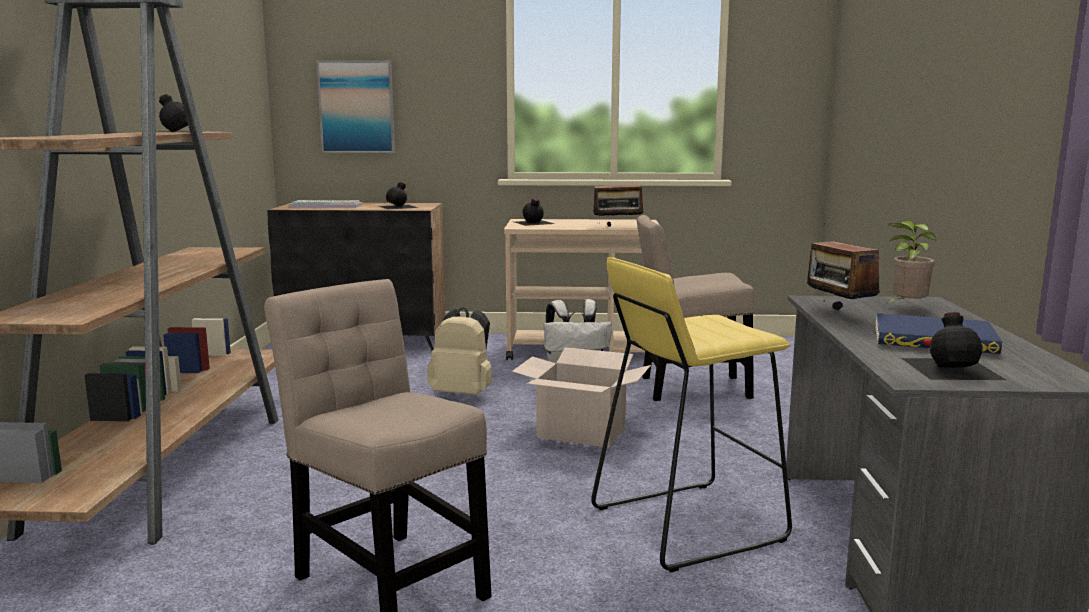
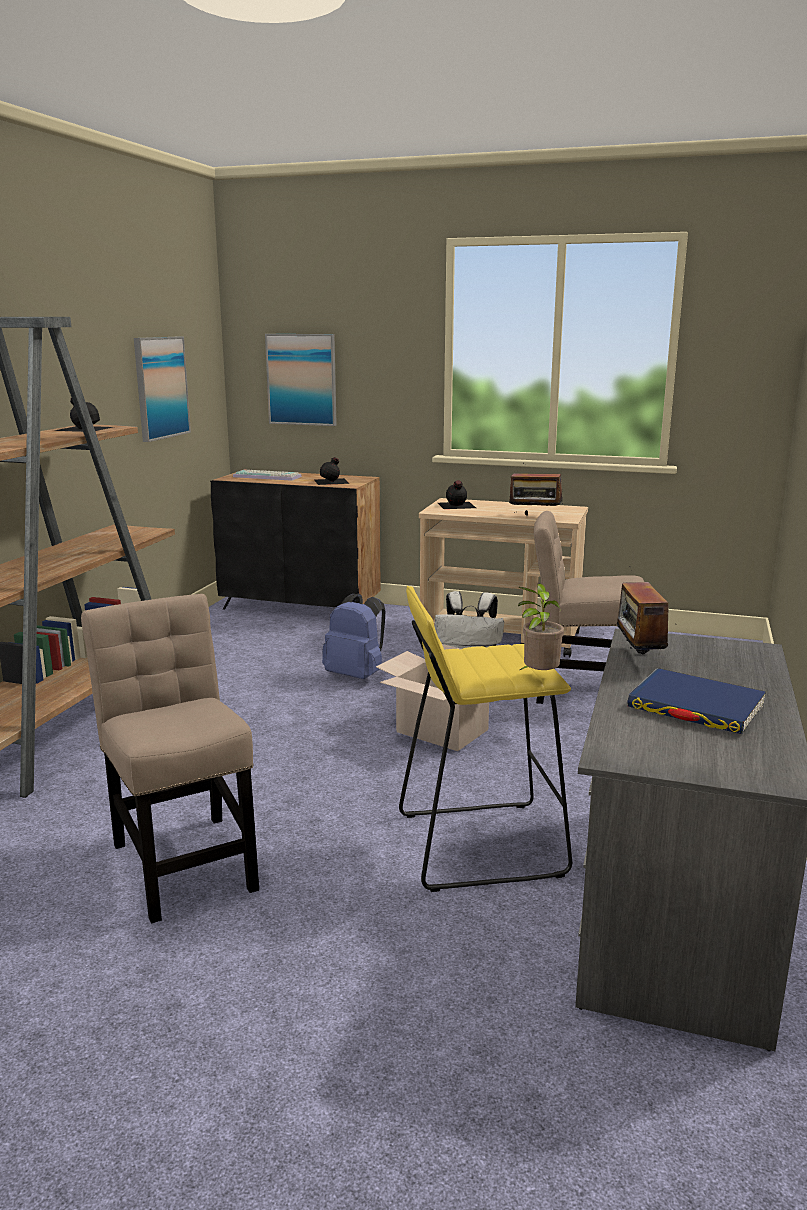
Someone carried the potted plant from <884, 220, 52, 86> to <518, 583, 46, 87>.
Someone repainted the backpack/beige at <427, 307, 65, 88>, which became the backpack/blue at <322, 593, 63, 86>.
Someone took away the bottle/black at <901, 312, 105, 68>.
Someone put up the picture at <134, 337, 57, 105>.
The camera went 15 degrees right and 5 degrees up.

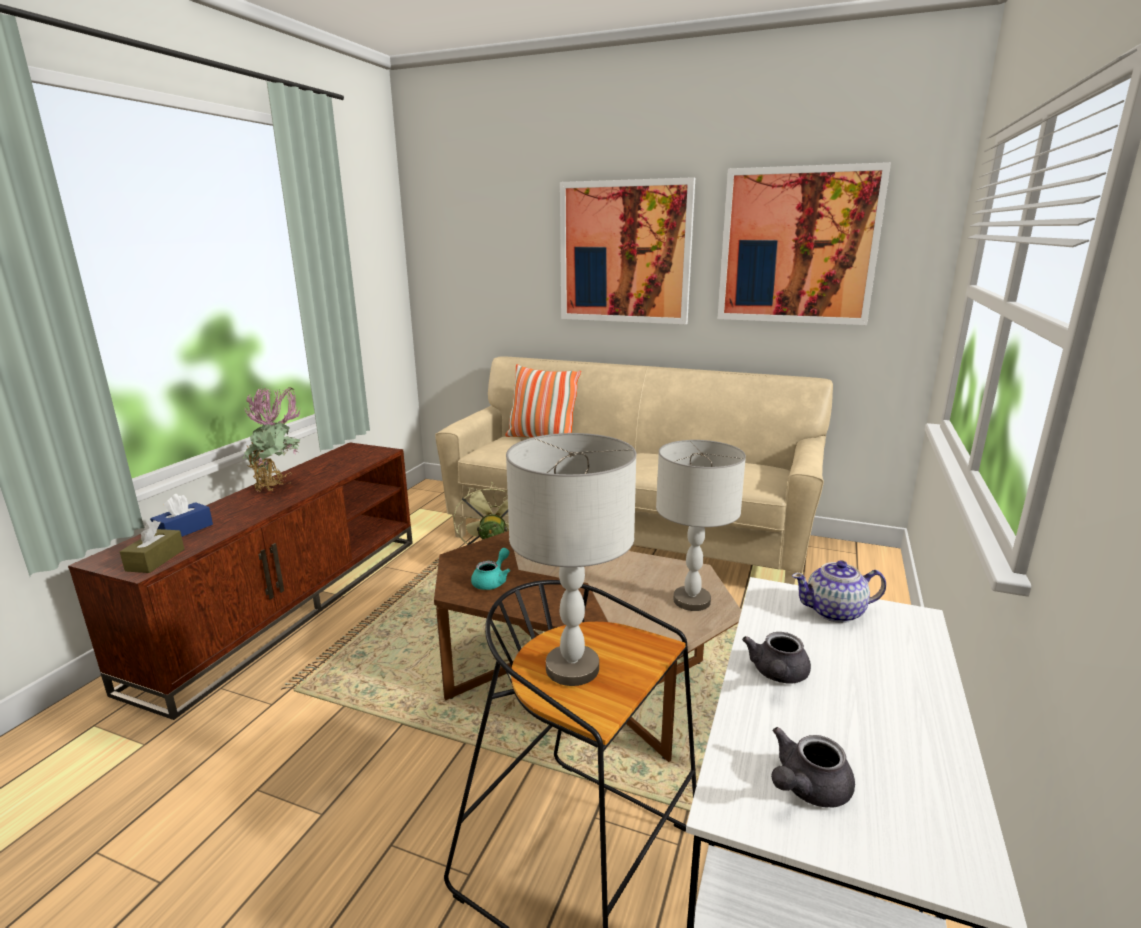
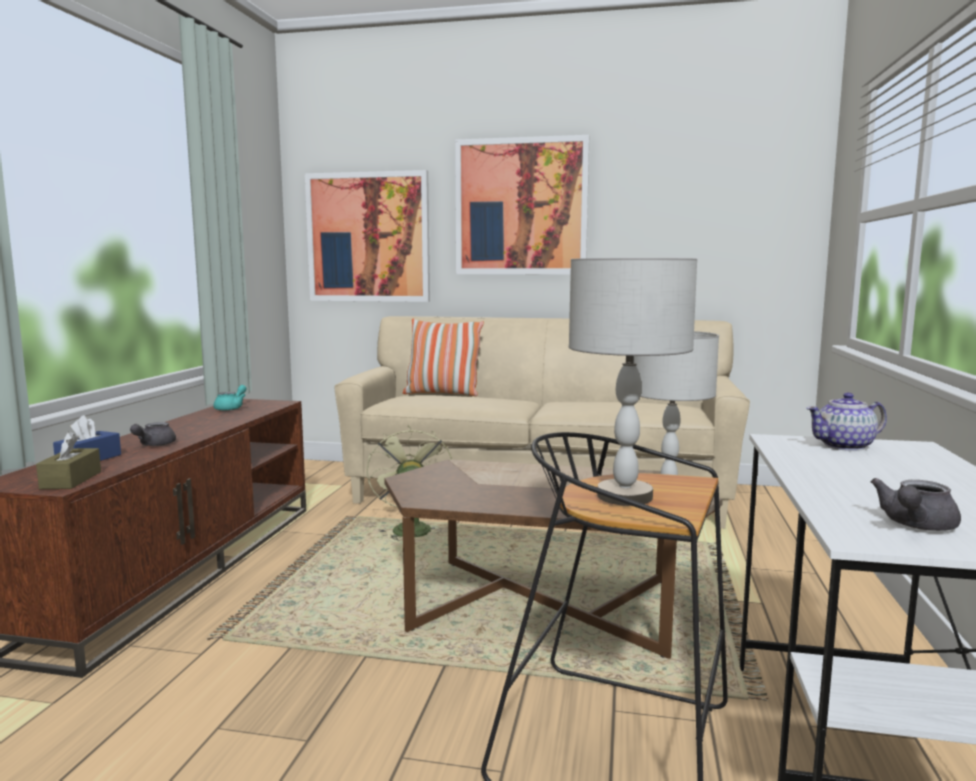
Someone carried the picture from <717, 162, 174, 163> to <305, 170, 125, 132>.
Someone took away the potted plant at <242, 386, 59, 106>.
Someone carried the teapot/turquoise from <471, 548, 39, 42> to <213, 385, 34, 26>.
Someone carried the teapot/grey from <742, 632, 69, 52> to <130, 422, 46, 24>.
The camera went 10 degrees left and 10 degrees down.

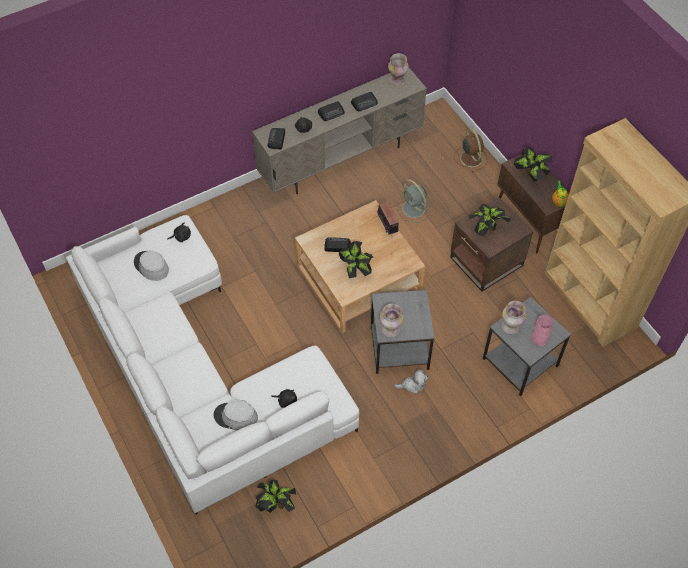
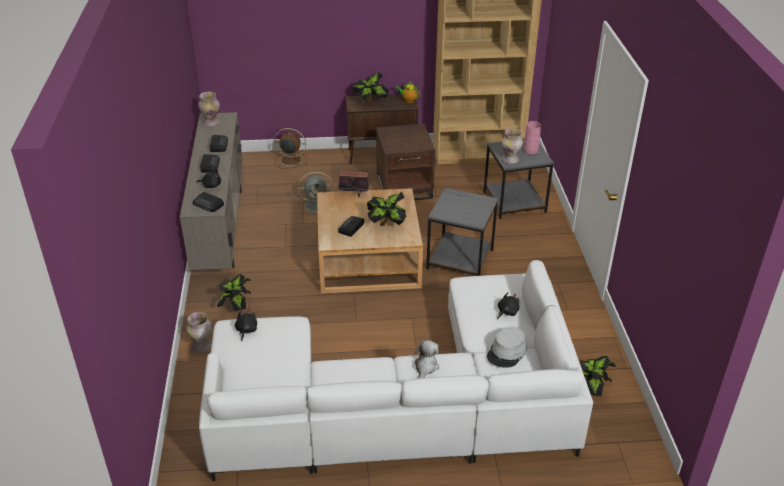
Someone carried the potted plant from <469, 204, 42, 32> to <217, 274, 35, 37>.
Someone took away the hat/grey at <134, 251, 35, 30>.
Someone carried the vase from <380, 304, 24, 33> to <186, 312, 26, 40>.
Someone carried the plush toy from <394, 369, 34, 25> to <414, 340, 25, 39>.
The camera went 65 degrees left and 20 degrees down.

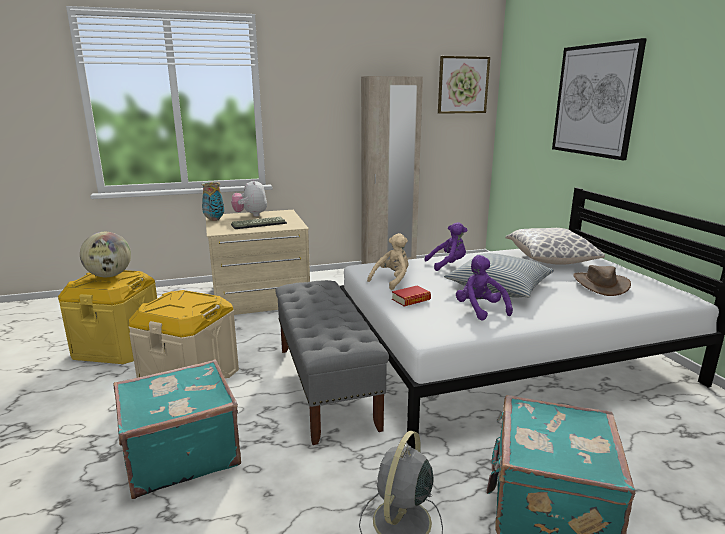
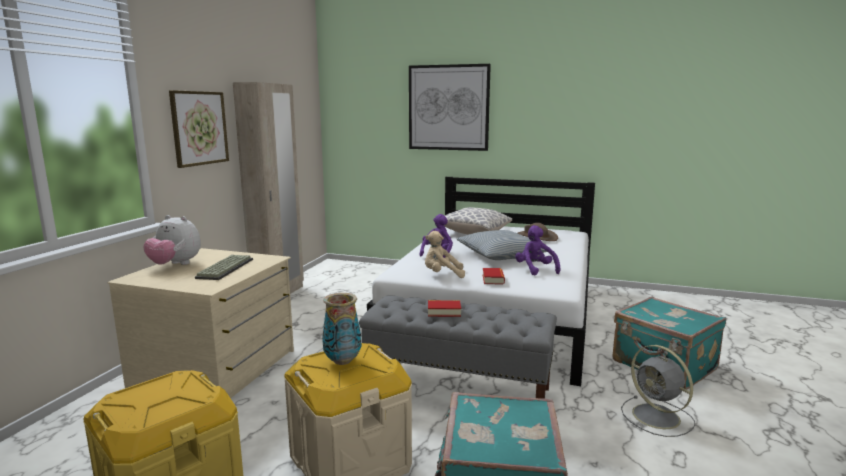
Someone carried the picture from <438, 56, 52, 58> to <169, 90, 60, 78>.
Someone carried the vase from <202, 182, 22, 39> to <322, 293, 39, 72>.
Someone took away the globe at <80, 232, 51, 45>.
Someone rotated the plush toy/beige at <367, 233, 41, 57> by 75 degrees counterclockwise.
Someone rotated the plush toy/purple at <456, 255, 57, 66> by 60 degrees clockwise.
Someone put down the book at <428, 300, 33, 17>.
The camera went 55 degrees left and 5 degrees down.

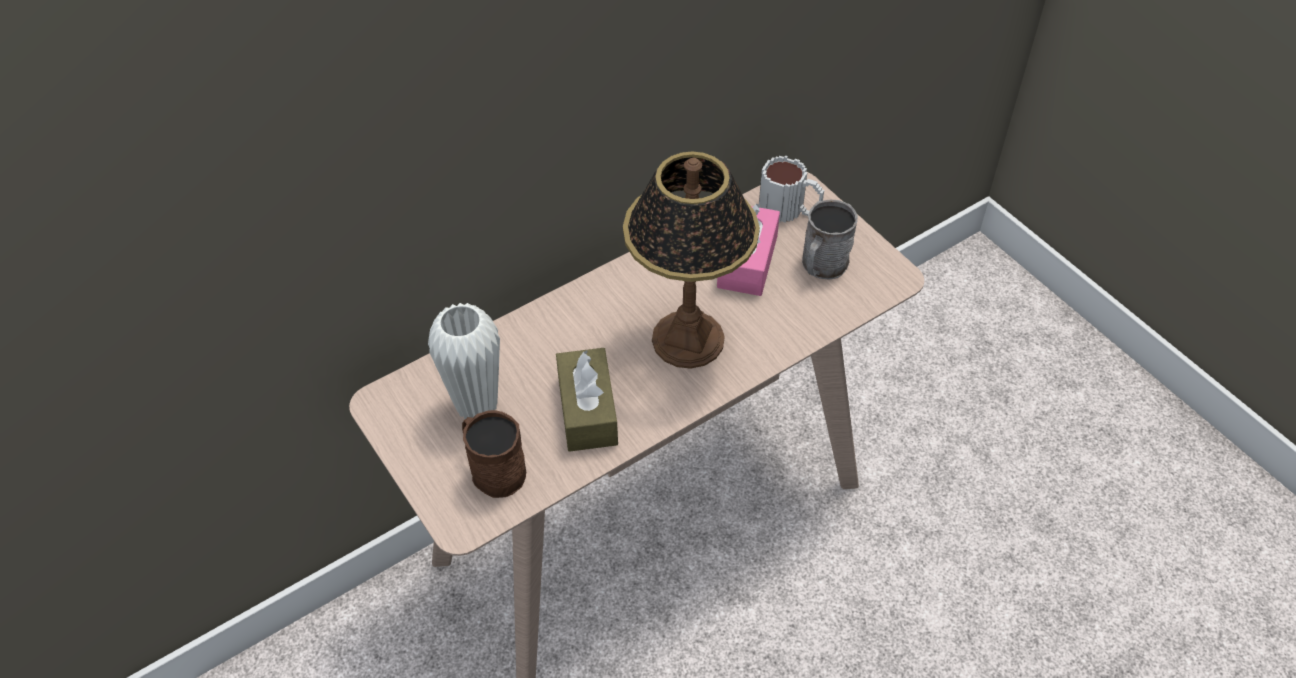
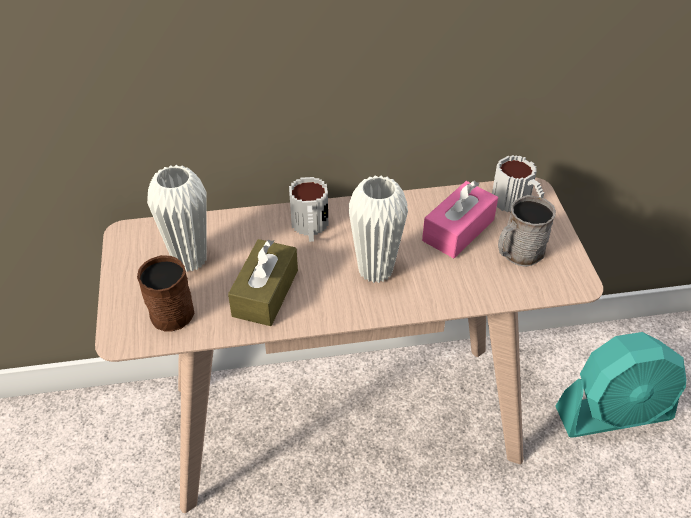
Someone swapped the table lamp at <623, 151, 137, 218> for the vase/white at <349, 175, 59, 108>.
Someone put down the mug at <289, 177, 39, 65>.
Someone put down the fan/turquoise at <556, 332, 130, 106>.
The camera went 25 degrees right and 5 degrees down.

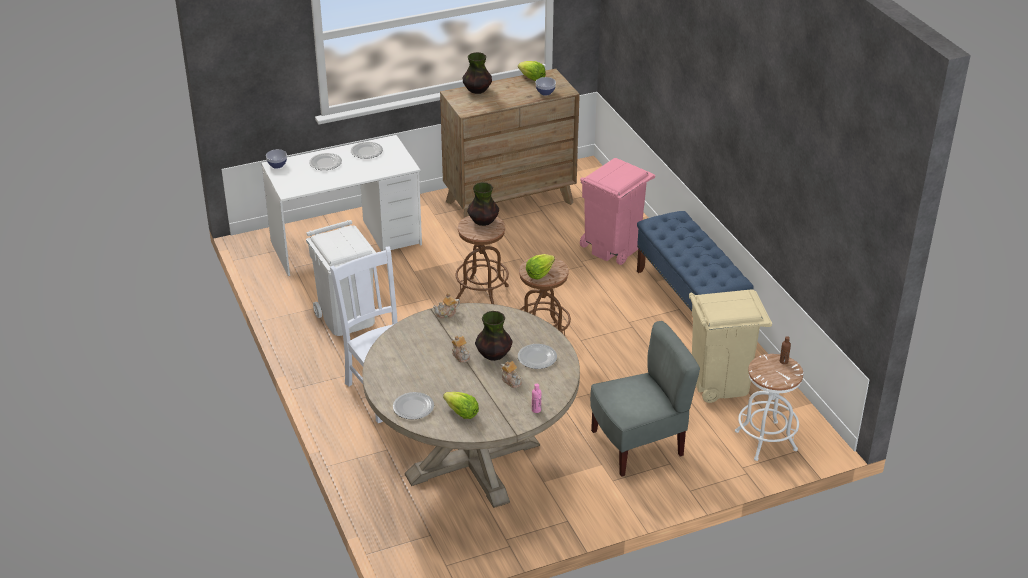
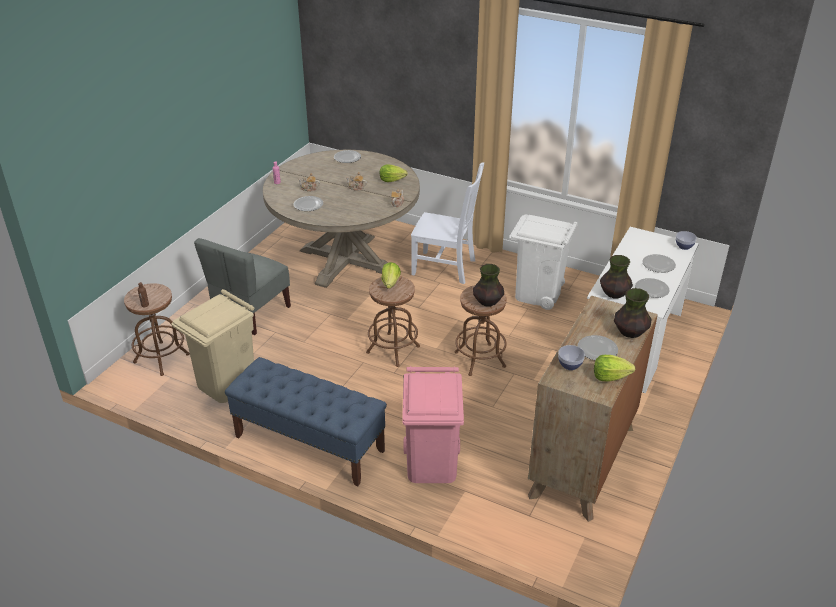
Someone carried the vase from <475, 311, 38, 50> to <600, 255, 33, 43>.
Someone repainted the stool/white at <735, 354, 68, 107>, which became the stool/brown at <124, 283, 66, 93>.
Someone carried the lettuce from <443, 392, 36, 27> to <380, 164, 28, 18>.
Someone put down the plate at <578, 335, 40, 25>.
The camera went 140 degrees right and 0 degrees up.

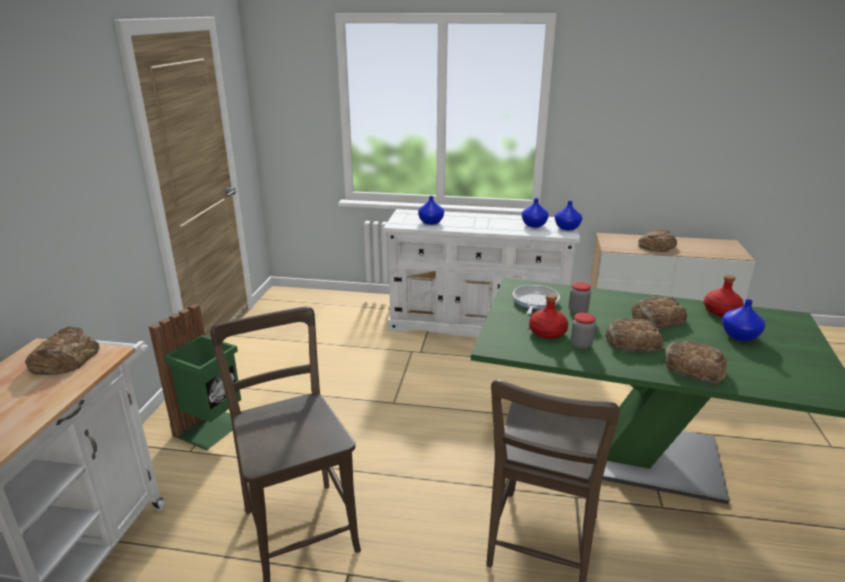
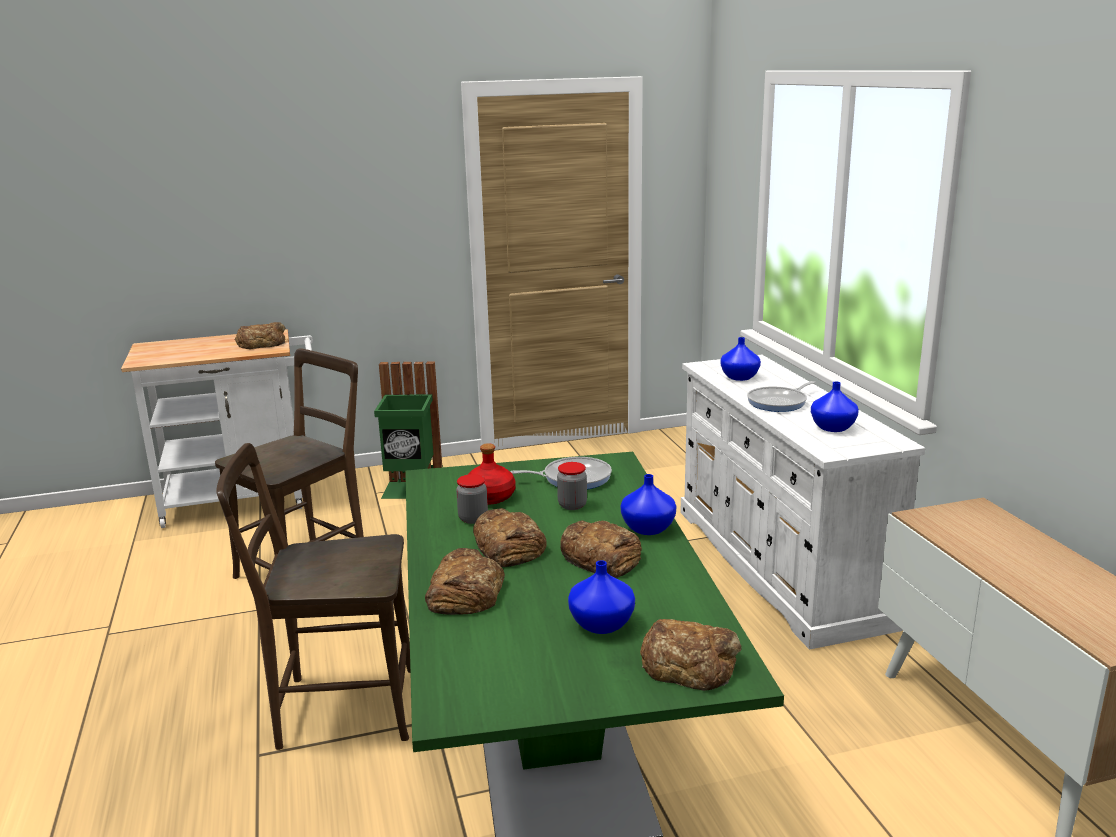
Someone carried the vase/blue from <555, 201, 27, 30> to <621, 474, 55, 61>.
Someone carried the bread from <638, 229, 39, 23> to <640, 619, 101, 72>.
Someone took away the bottle/red at <704, 275, 40, 42>.
Someone put down the frying pan at <747, 381, 69, 31>.
The camera went 65 degrees right and 5 degrees down.

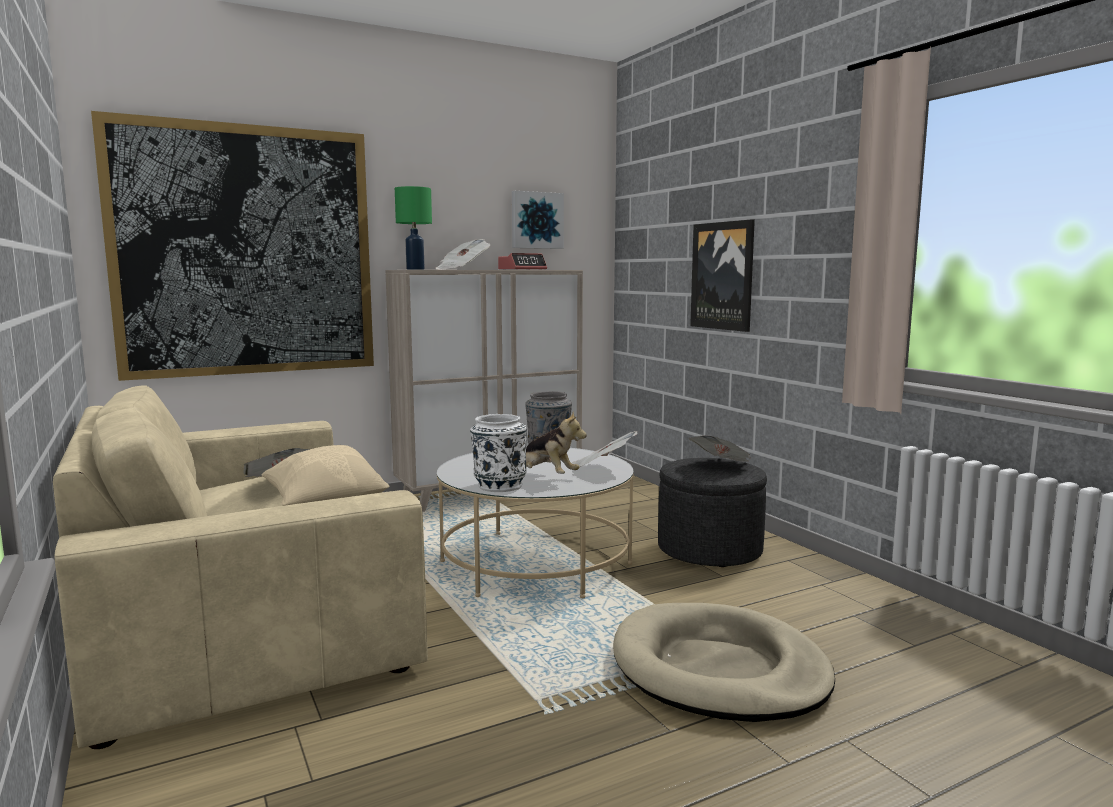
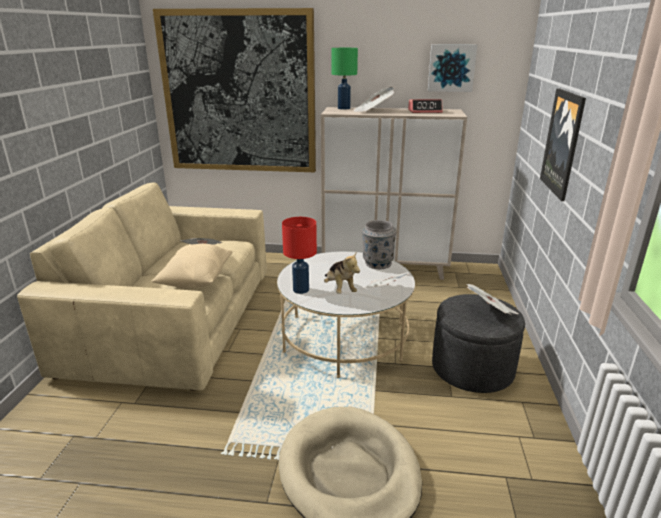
Someone swapped the vase/white at <470, 414, 57, 78> for the table lamp/red at <282, 217, 35, 77>.
The camera went 35 degrees right and 15 degrees up.

